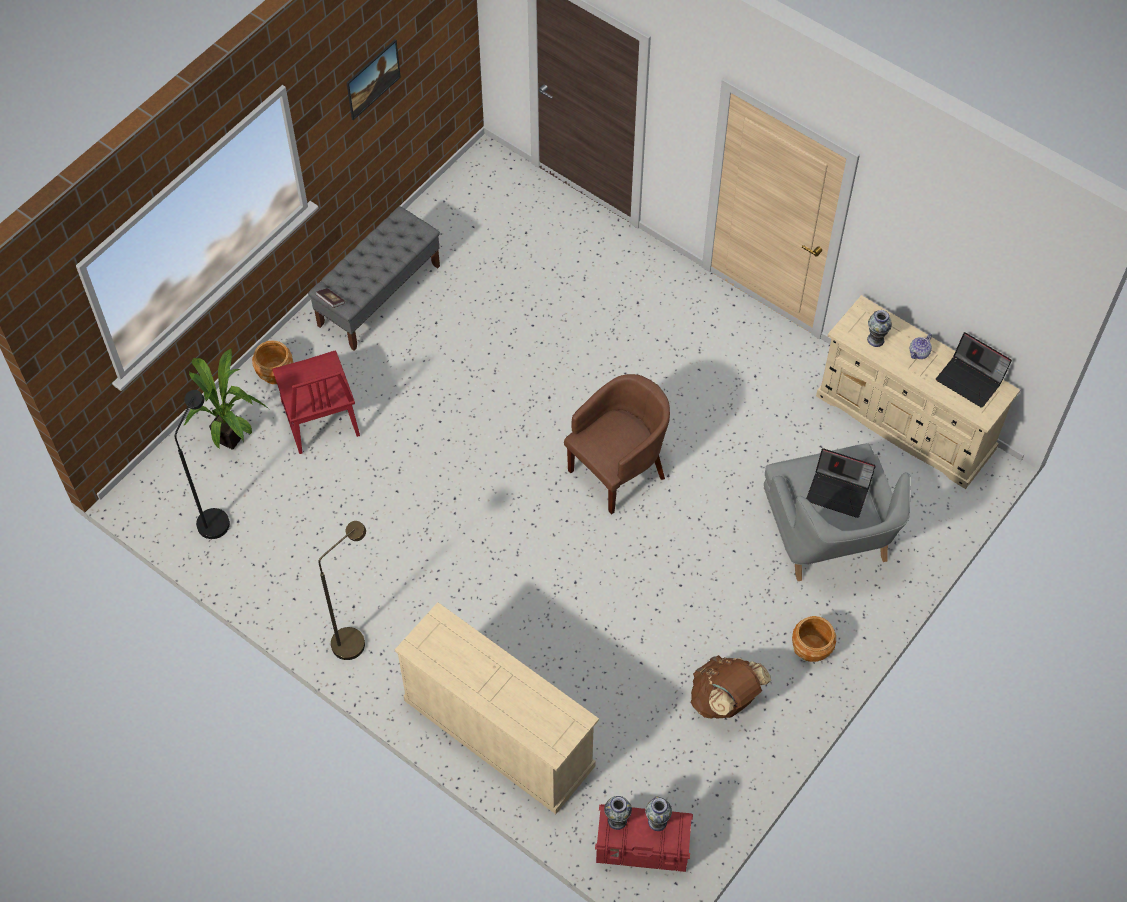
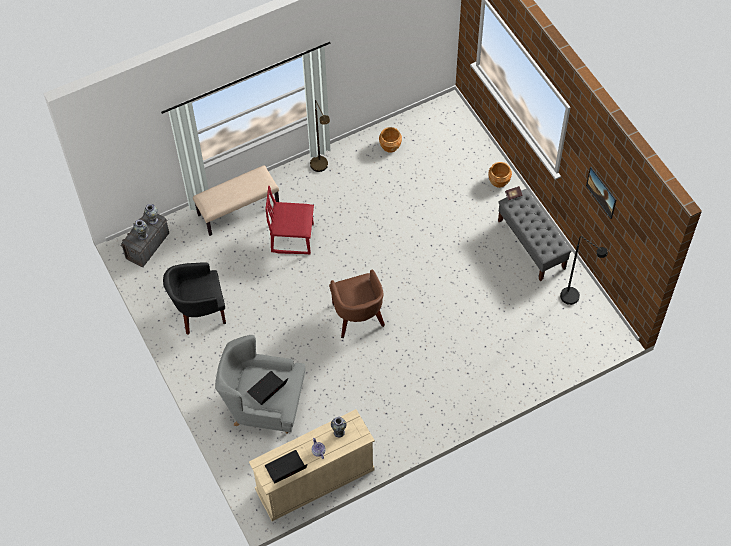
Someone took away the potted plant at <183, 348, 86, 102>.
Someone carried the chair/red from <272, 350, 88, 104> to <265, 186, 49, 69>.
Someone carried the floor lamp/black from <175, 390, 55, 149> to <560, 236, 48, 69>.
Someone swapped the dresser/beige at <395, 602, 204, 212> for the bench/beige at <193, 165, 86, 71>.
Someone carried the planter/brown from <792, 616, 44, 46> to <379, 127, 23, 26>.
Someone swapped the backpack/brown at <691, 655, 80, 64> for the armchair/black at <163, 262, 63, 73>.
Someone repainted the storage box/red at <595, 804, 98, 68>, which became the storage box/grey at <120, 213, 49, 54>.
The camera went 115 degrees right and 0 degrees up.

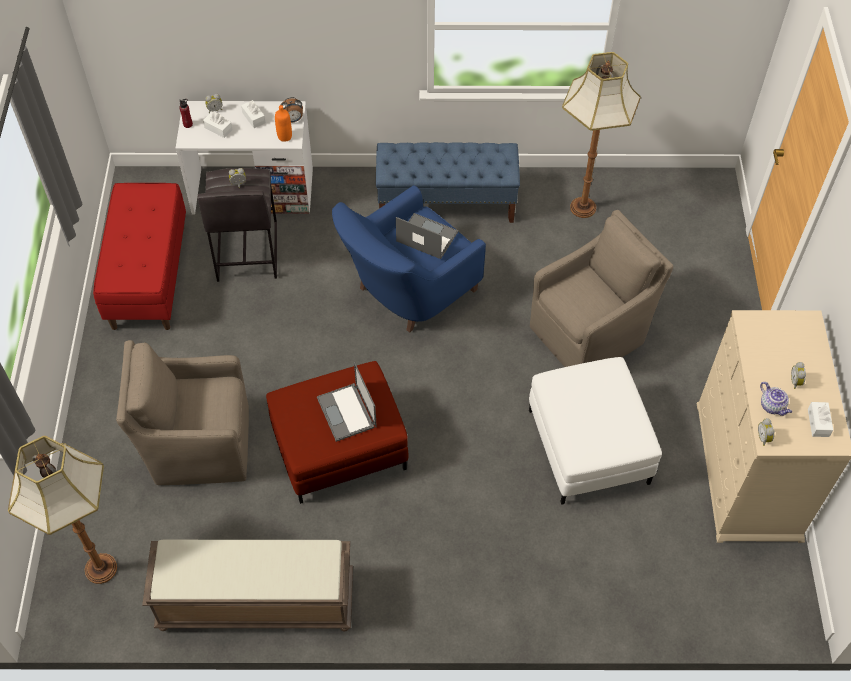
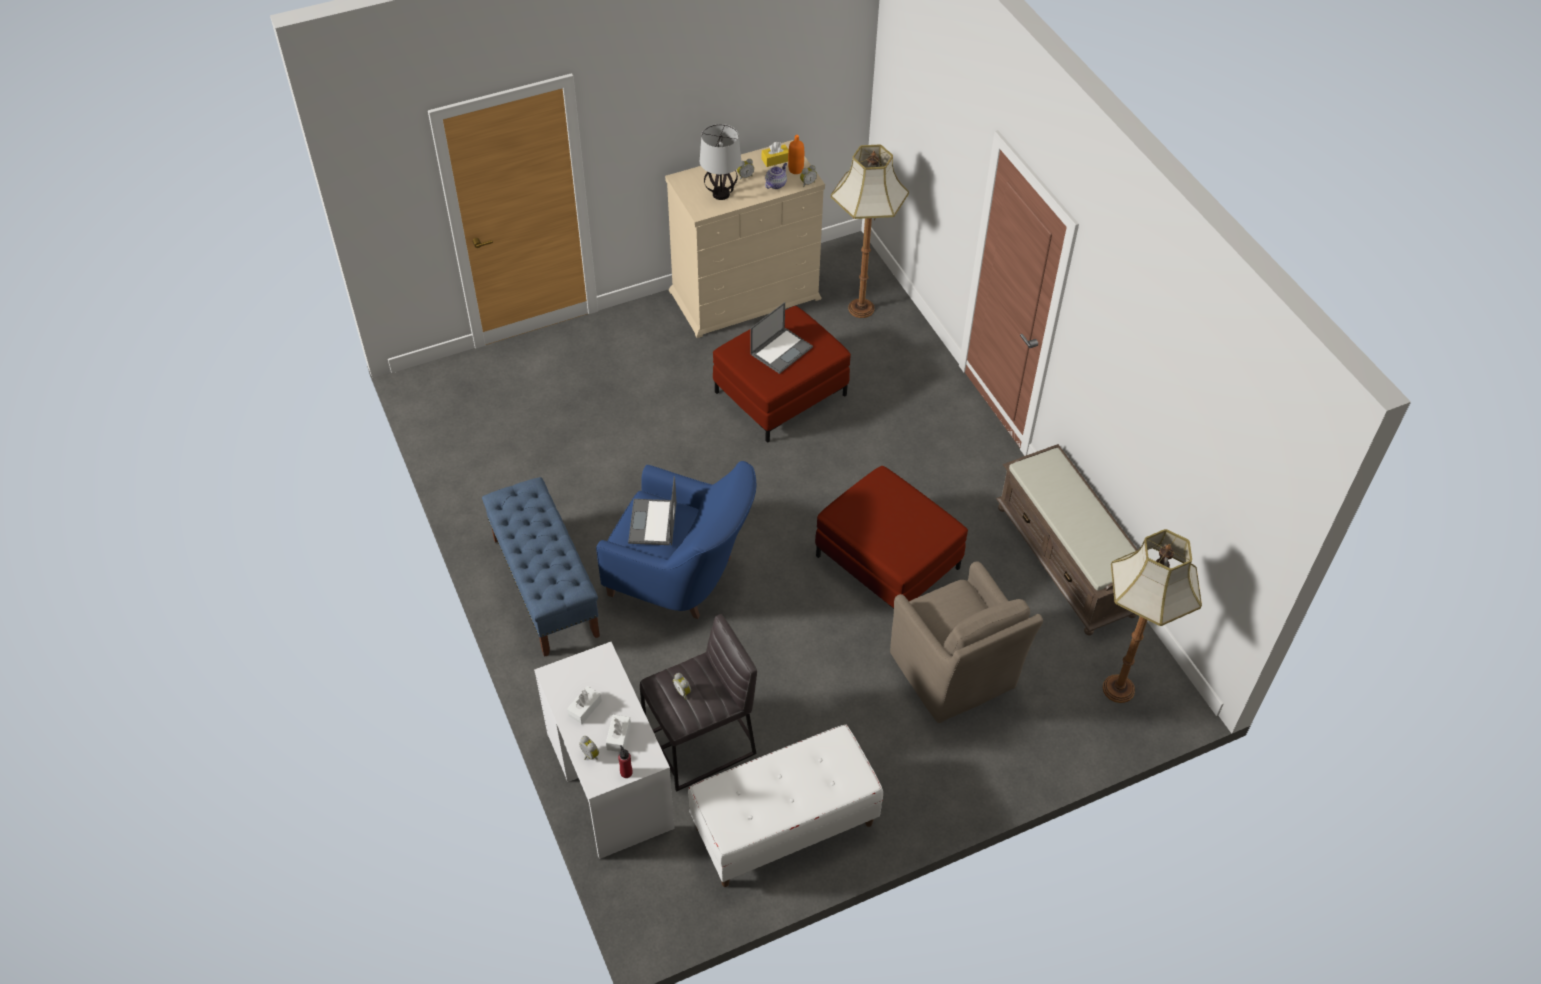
Someone carried the floor lamp from <562, 52, 79, 166> to <831, 145, 78, 173>.
Someone took away the alarm clock at <280, 97, 23, 26>.
Someone carried the bottle/orange from <275, 105, 17, 37> to <788, 135, 16, 39>.
Someone repainted the bench/red at <93, 183, 93, 147>, which became the bench/white at <688, 725, 195, 162>.
Someone took away the armchair/brown at <530, 210, 143, 157>.
Someone repainted the ottoman/white at <529, 357, 133, 148>, which became the ottoman/red at <713, 306, 138, 137>.
Someone carried the laptop from <317, 362, 60, 80> to <750, 302, 63, 72>.
Someone repainted the tissue box/white at <808, 402, 25, 35>, which became the tissue box/yellow at <762, 142, 27, 25>.
Someone put down the table lamp at <700, 124, 41, 76>.
The camera went 115 degrees left and 5 degrees down.

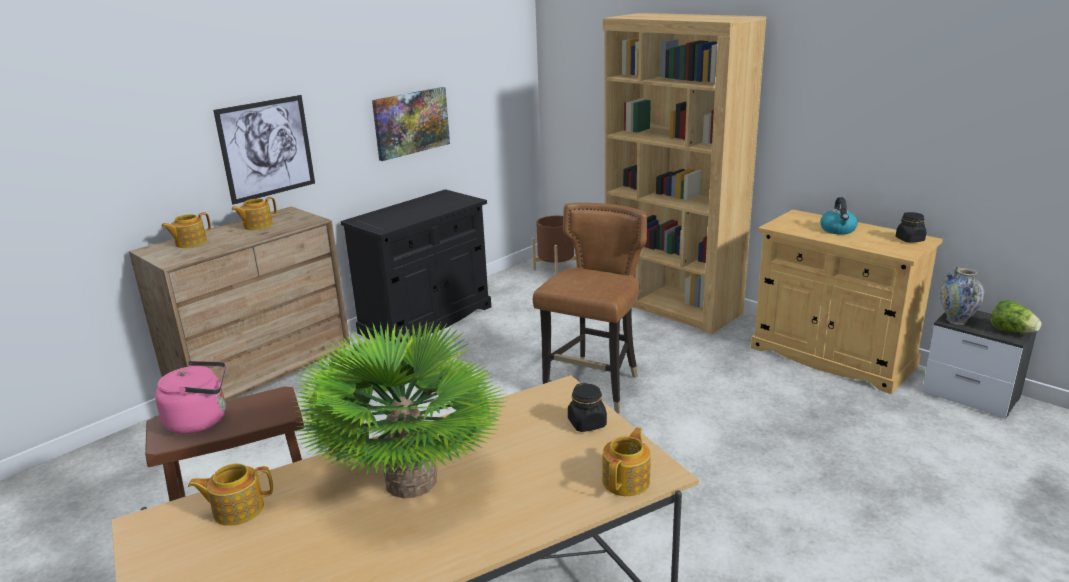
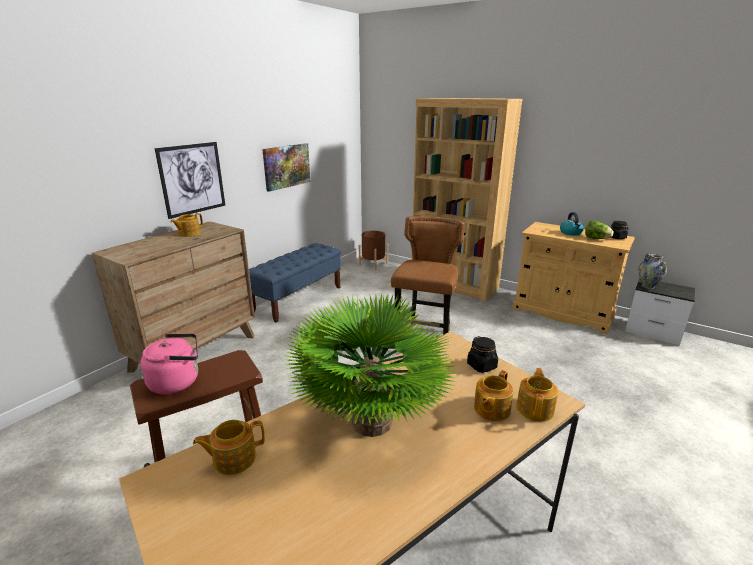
Someone swapped the cabinet/black at <340, 189, 151, 154> for the bench/blue at <249, 243, 92, 80>.
Someone carried the teapot from <161, 212, 50, 36> to <474, 370, 40, 51>.
Someone carried the lettuce from <991, 300, 51, 33> to <585, 221, 29, 18>.
The camera went 10 degrees left and 0 degrees up.

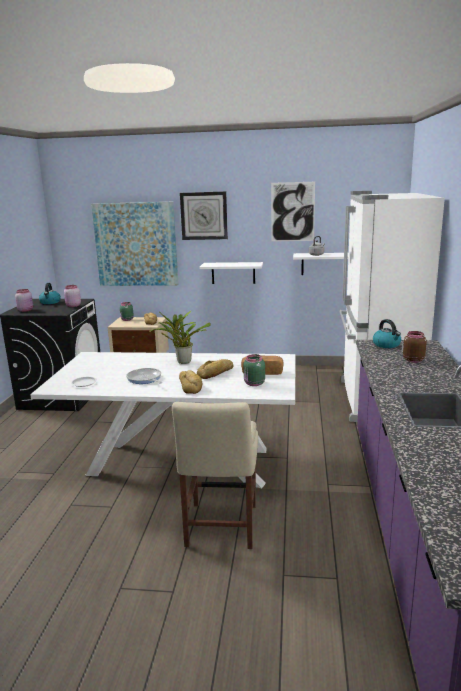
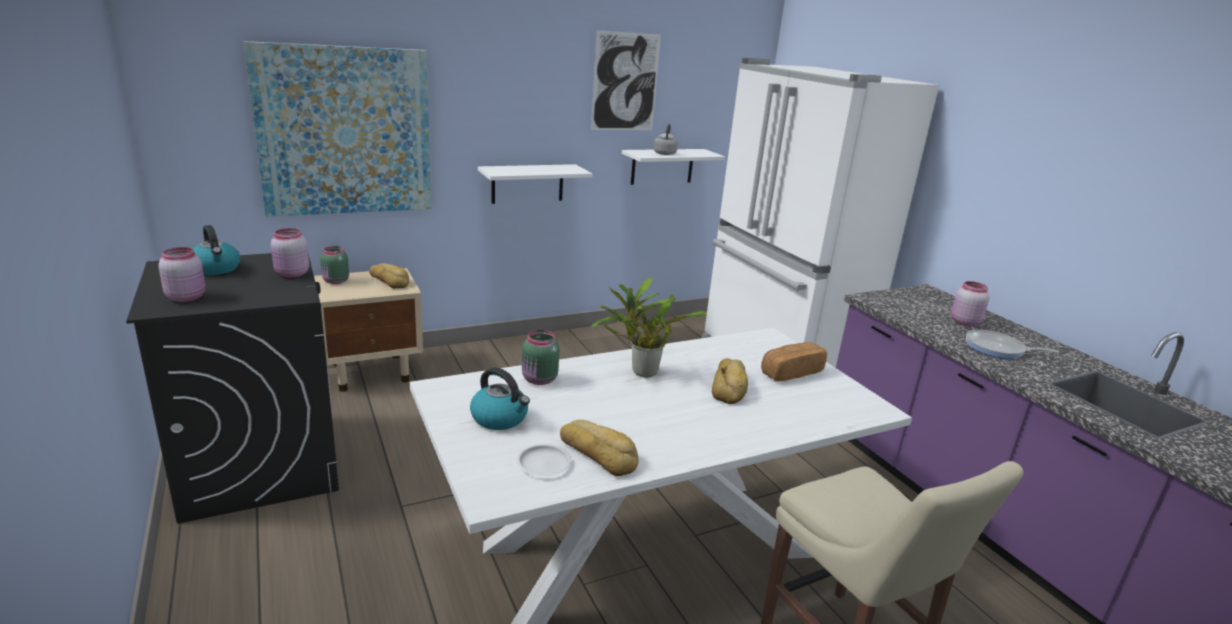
Someone took away the wall clock at <180, 191, 48, 49>.
Someone carried the kettle from <373, 319, 28, 29> to <470, 367, 60, 63>.
Someone repainted the jar/brown at <403, 331, 24, 32>, which became the jar/pink at <951, 281, 39, 45>.
Someone carried the jar/green from <244, 354, 21, 32> to <522, 330, 37, 55>.
Someone carried the frying pan from <126, 368, 36, 16> to <966, 330, 93, 29>.
Someone carried the bread from <179, 370, 23, 24> to <560, 420, 78, 56>.
The camera went 35 degrees left and 5 degrees up.

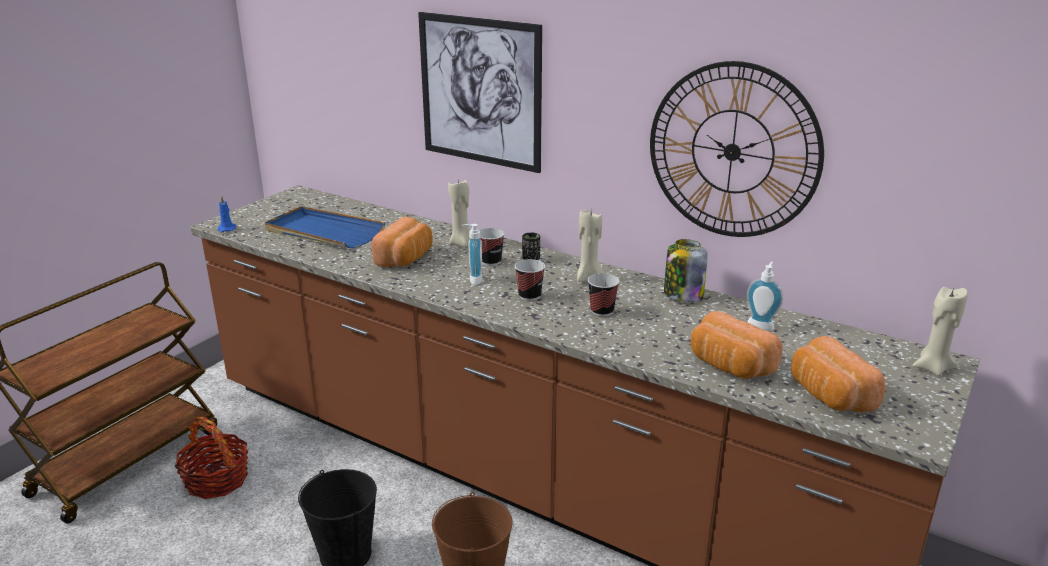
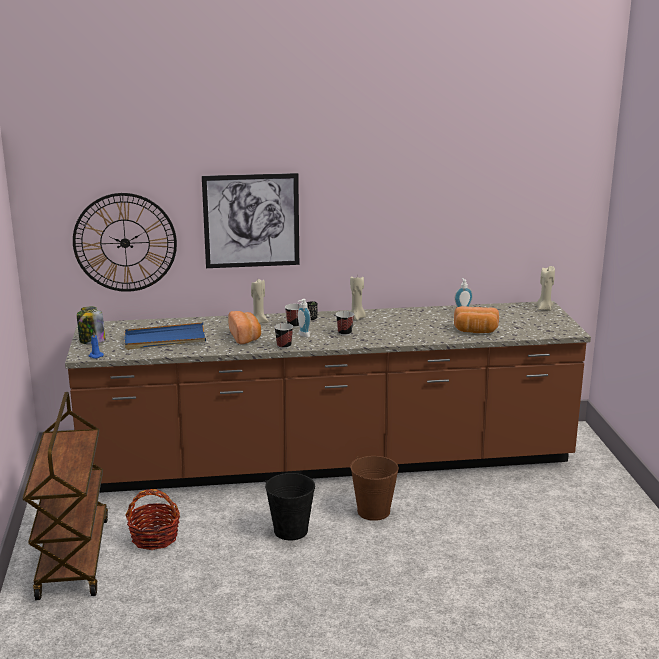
Someone carried the wall clock from <650, 61, 174, 176> to <73, 193, 104, 99>.
Someone carried the jar from <664, 239, 44, 63> to <77, 307, 29, 37>.
Someone carried the cup from <588, 273, 32, 44> to <274, 323, 19, 26>.
Someone took away the bread at <791, 336, 95, 76>.
The camera went 40 degrees left and 5 degrees down.

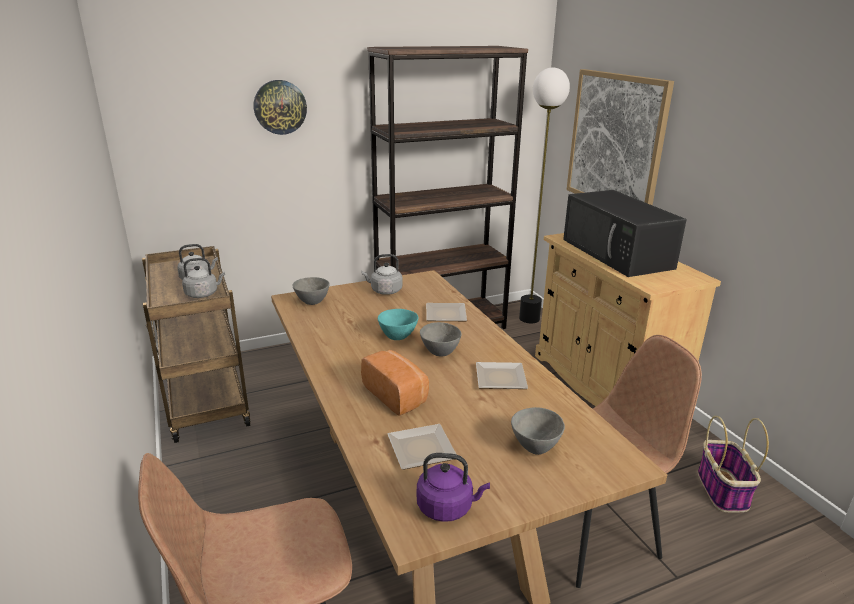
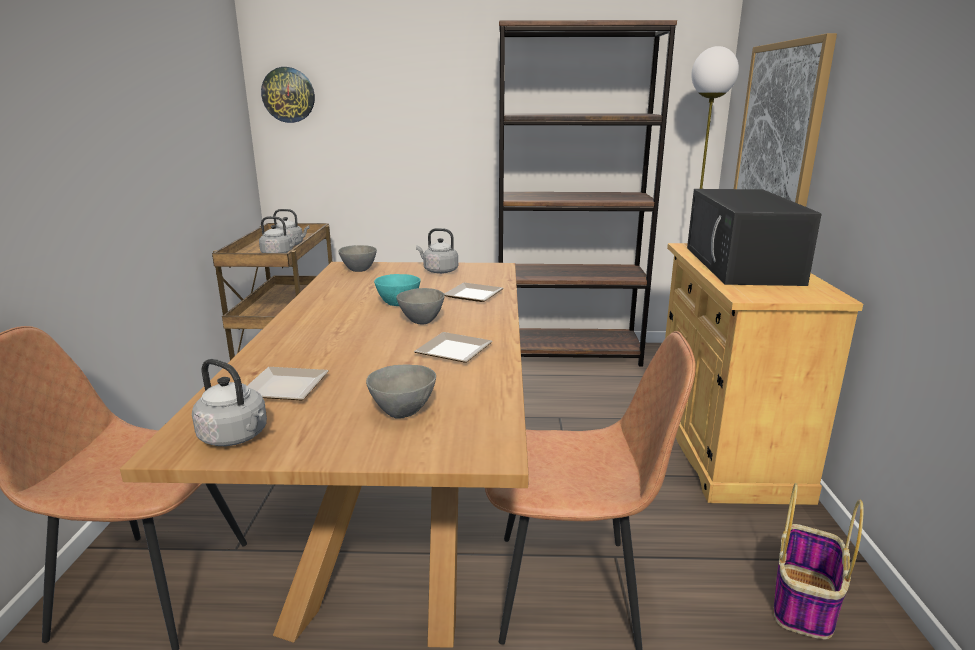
Someone carried the wall clock from <254, 80, 53, 55> to <261, 67, 54, 56>.
Someone took away the bread at <361, 350, 68, 66>.
Someone repainted the kettle/purple at <417, 453, 73, 69>, which became the kettle/grey at <192, 359, 75, 87>.
The camera went 25 degrees right and 5 degrees down.

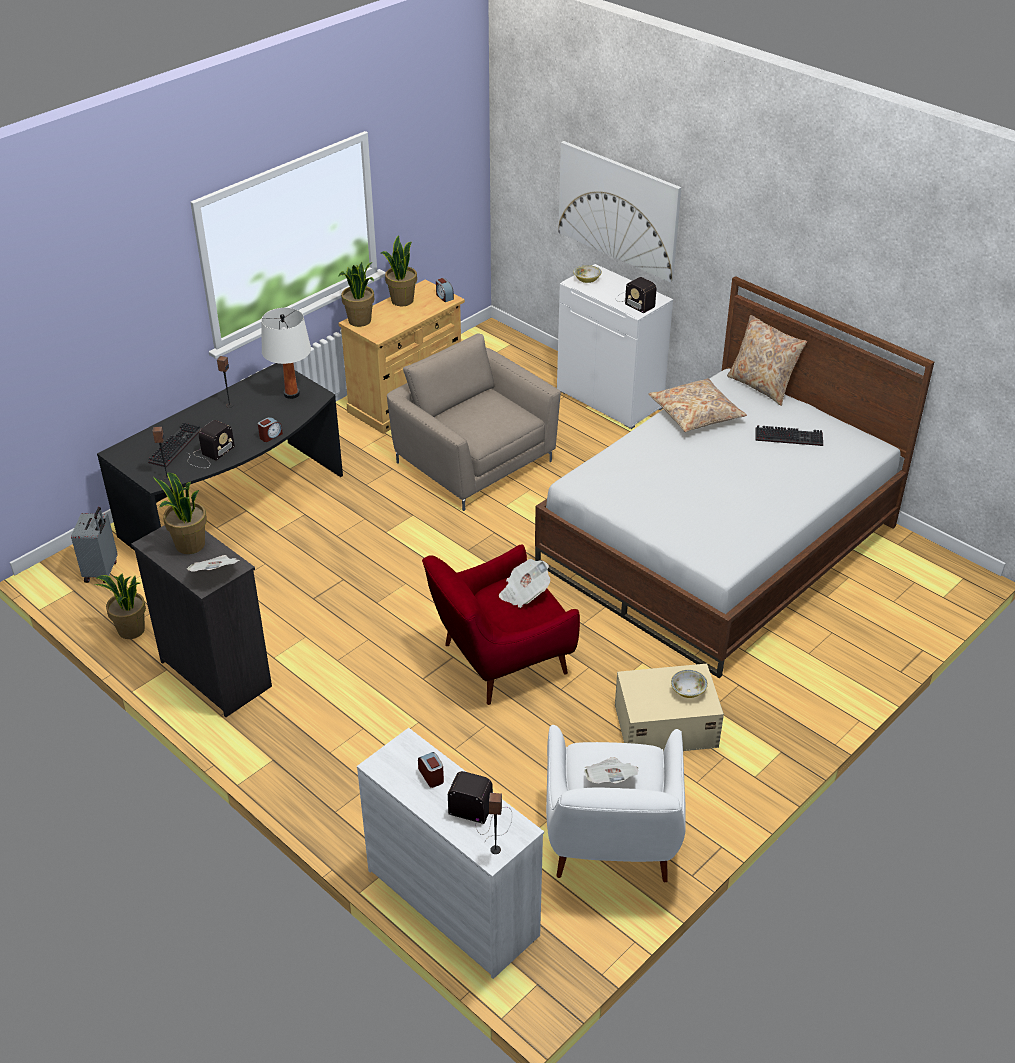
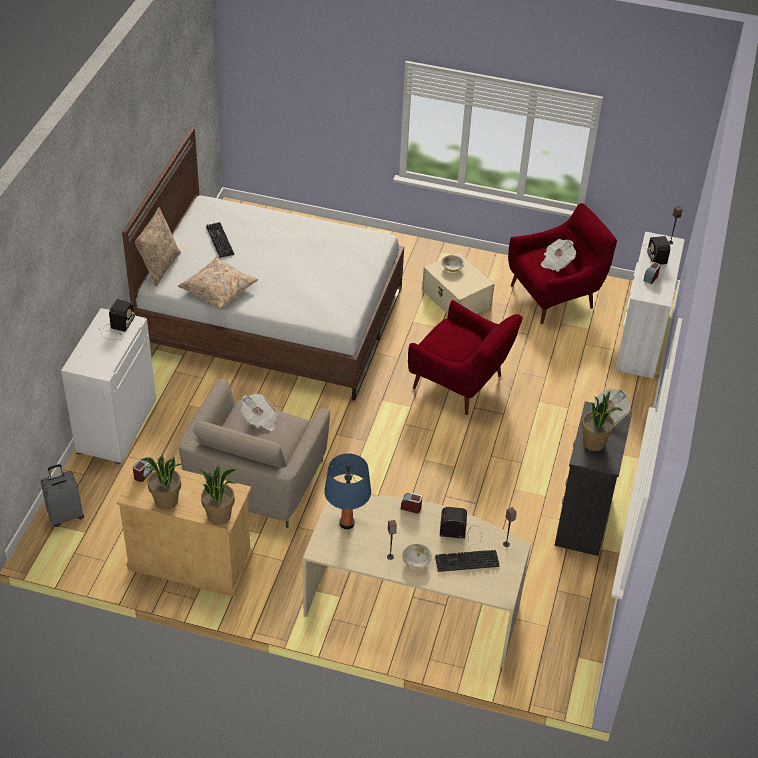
Someone took away the picture at <558, 141, 123, 141>.
Someone carried the bowl from <573, 265, 29, 18> to <402, 544, 30, 24>.
Someone repainted the table lamp/white at <261, 308, 50, 91>, which became the table lamp/blue at <324, 453, 47, 76>.
Someone repainted the desk/black at <97, 363, 246, 188>, which became the desk/beige at <303, 495, 228, 173>.
Someone carried the suitcase/grey from <71, 507, 46, 76> to <41, 464, 43, 63>.
Someone carried the newspaper from <499, 559, 51, 49> to <241, 394, 37, 37>.
Someone took away the potted plant at <95, 573, 51, 66>.
Someone repainted the armchair/white at <546, 725, 140, 157>, which became the armchair/red at <508, 203, 109, 121>.
The camera went 120 degrees left and 5 degrees up.

